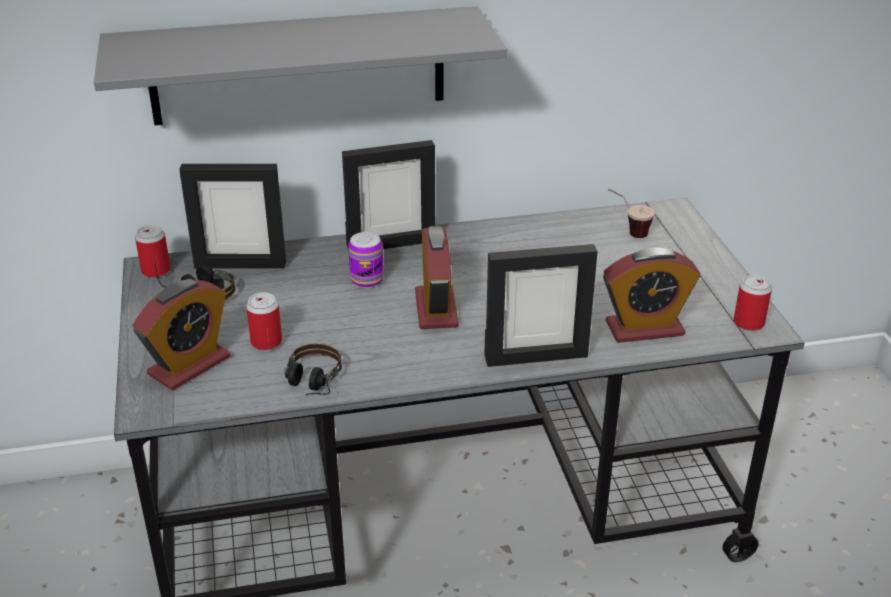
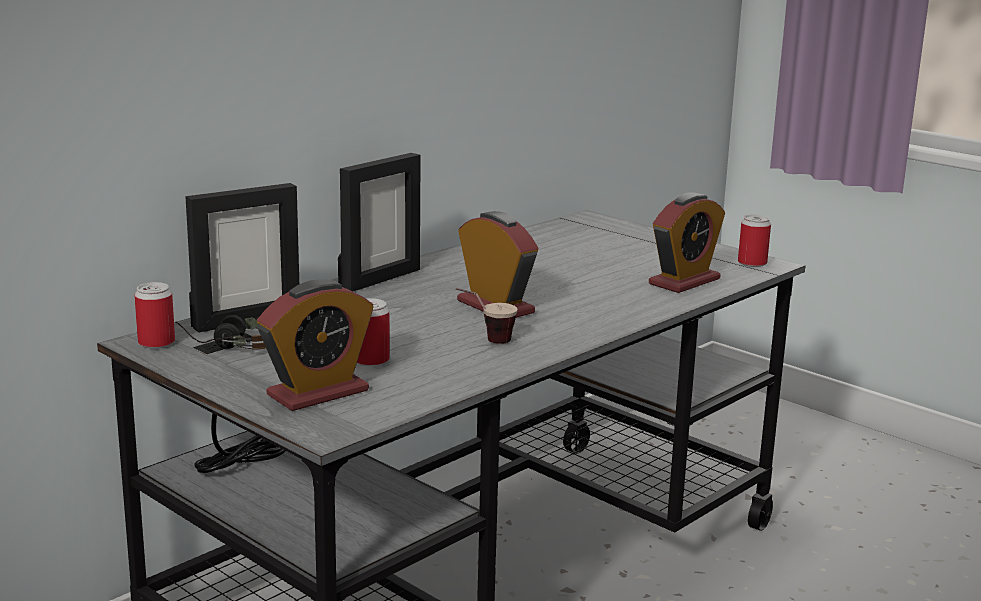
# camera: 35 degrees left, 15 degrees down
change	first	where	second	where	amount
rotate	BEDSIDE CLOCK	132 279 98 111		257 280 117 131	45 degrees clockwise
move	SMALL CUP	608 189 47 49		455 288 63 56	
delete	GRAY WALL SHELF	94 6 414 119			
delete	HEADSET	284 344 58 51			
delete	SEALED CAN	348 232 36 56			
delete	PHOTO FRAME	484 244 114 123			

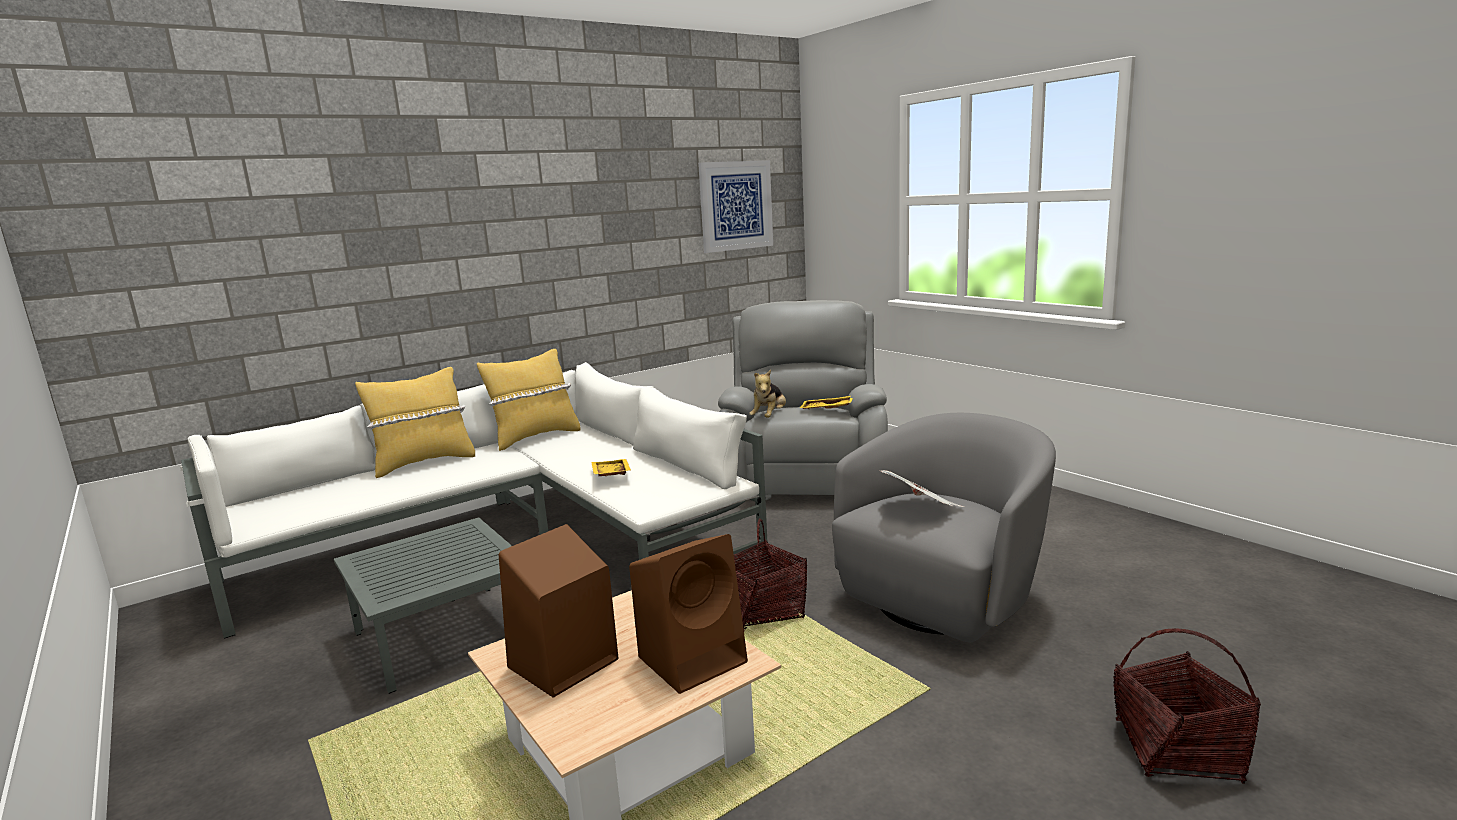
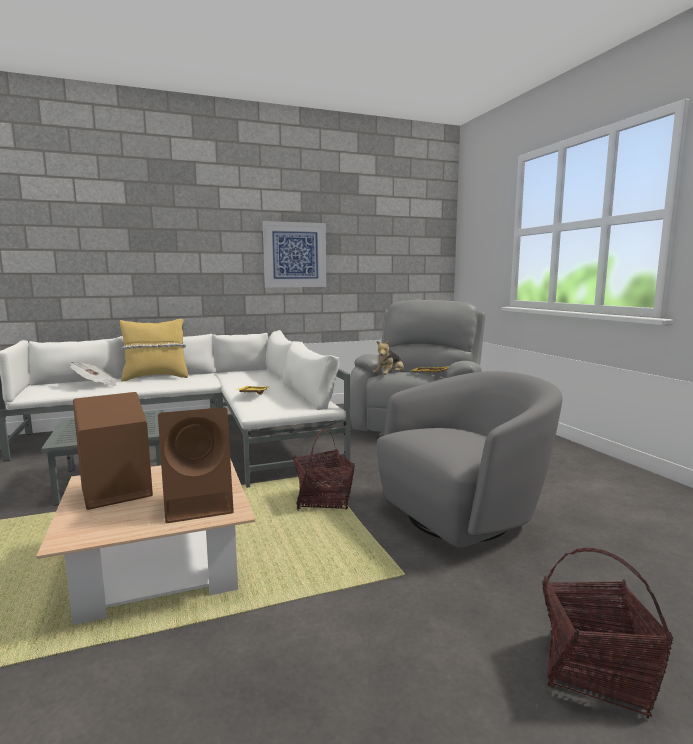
# camera: 15 degrees right, 5 degrees down
change	first	where	second	where	amount
move	PRINTED PAPER	880 470 84 37		69 361 48 25	
move	PICTURE	698 160 75 93		263 221 63 66	
delete	YELLOW-COLOURED THROW PILLOW	477 349 103 102			

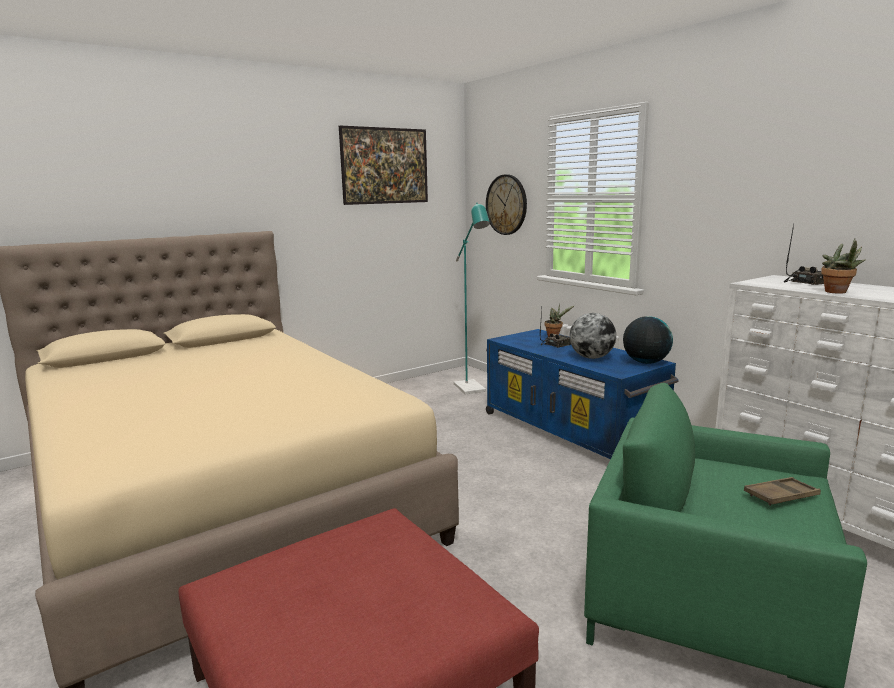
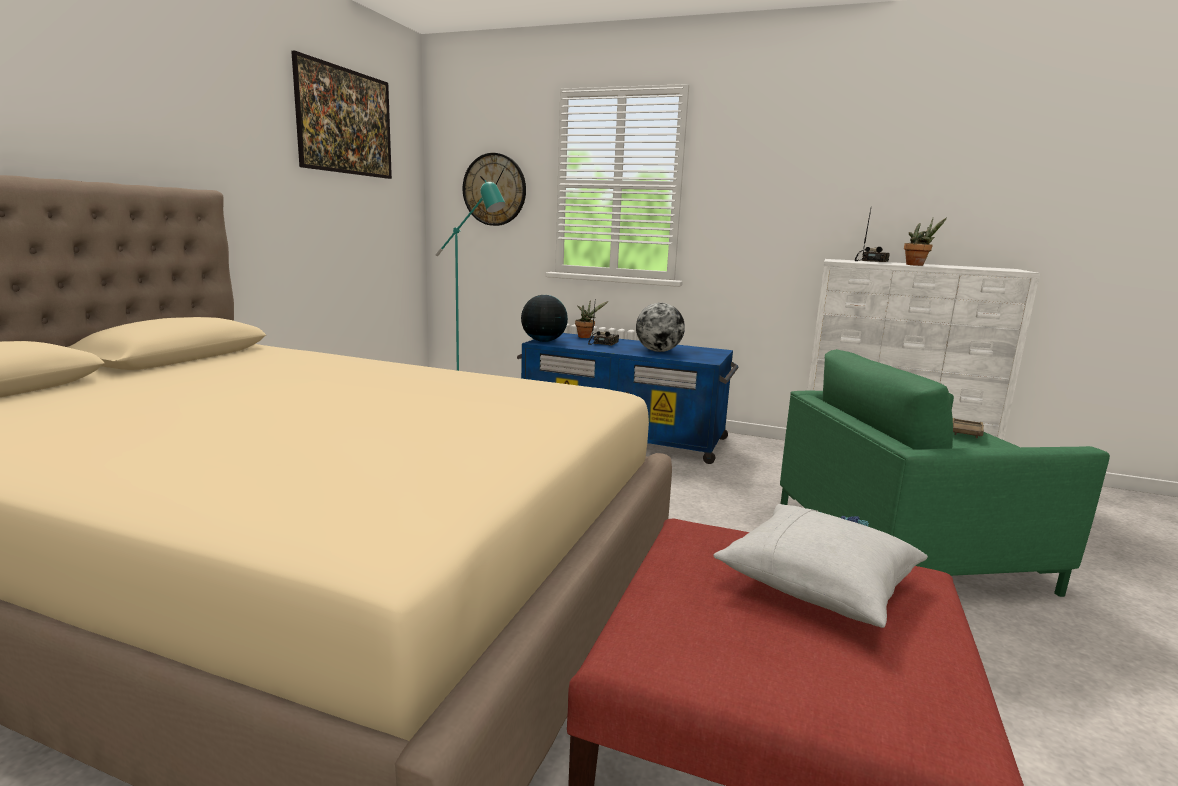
# camera: 35 degrees left, 0 degrees up
change	first	where	second	where	amount
move	DESK GLOBE	623 316 50 48		521 295 47 47	
insert			GRAY THROW PILLOW	713 504 215 124	

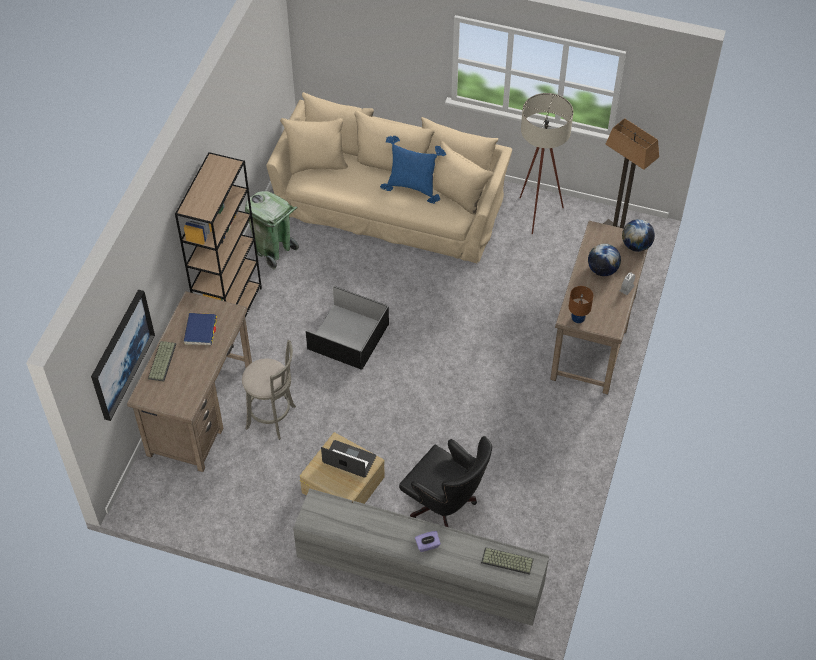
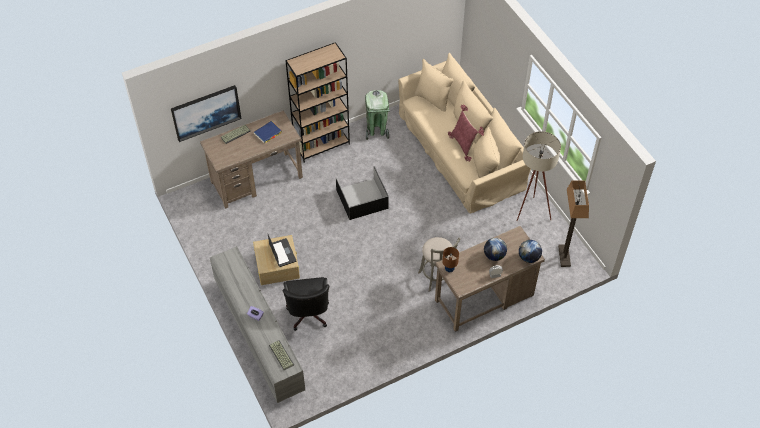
# camera: 45 degrees right, 0 degrees up
change	first	where	second	where	amount
move	GRAY STOOL SEAT	242 340 54 100		418 237 42 55	
recolor	BLUISH THROW PILLOW	380 136 66 68	RED THROW PILLOW	447 105 37 57	

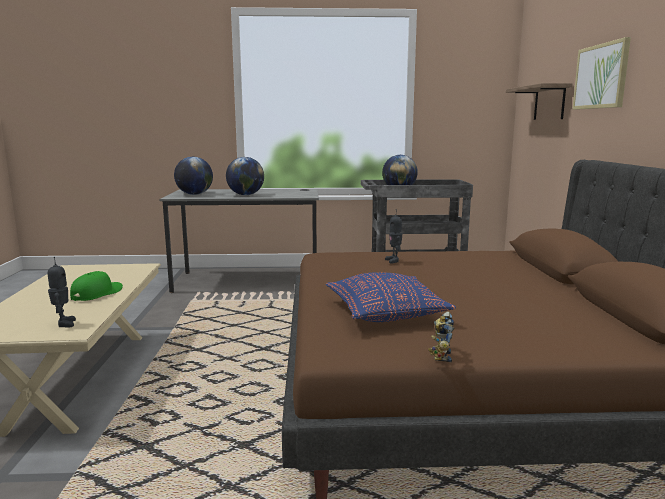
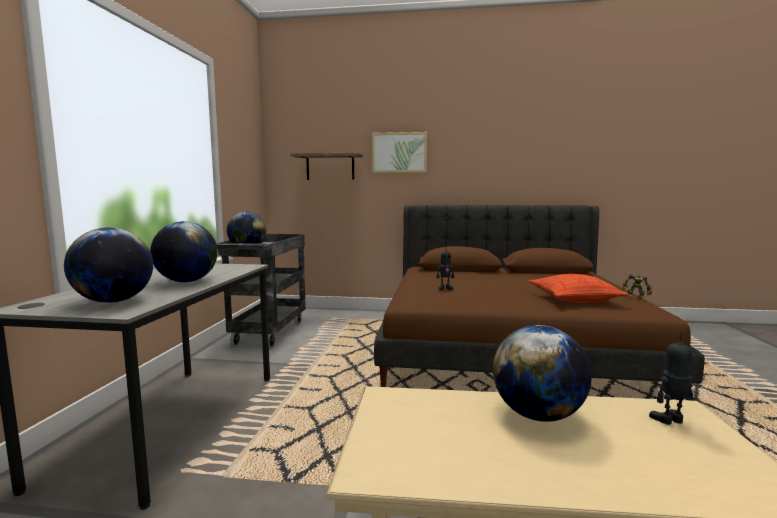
# camera: 80 degrees left, 5 degrees down
change	first	where	second	where	amount
replace	GREENISH BASEBALL CAP	70 271 53 30	DESK GLOBE	493 325 98 97	
recolor	BLUISH THROW PILLOW	326 272 130 50	ORANGE-COLOURED THROW PILLOW	529 274 100 29	

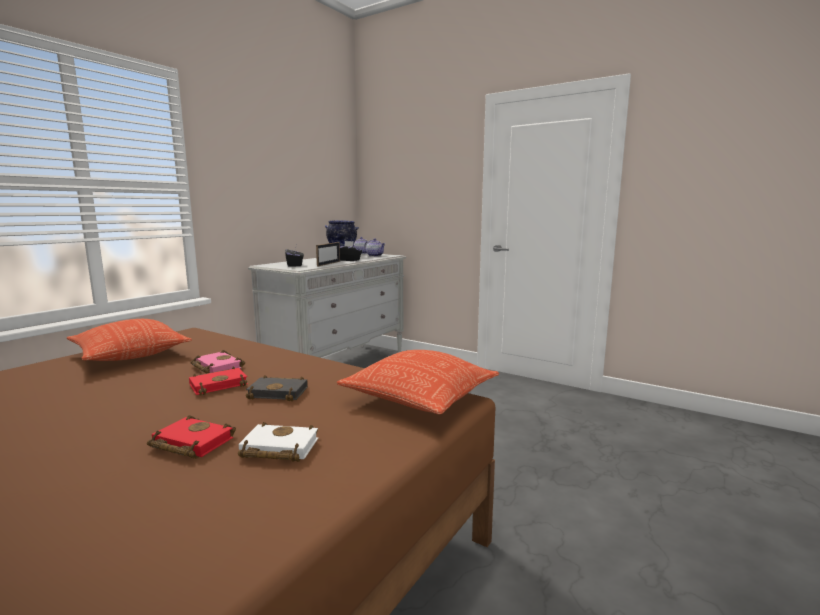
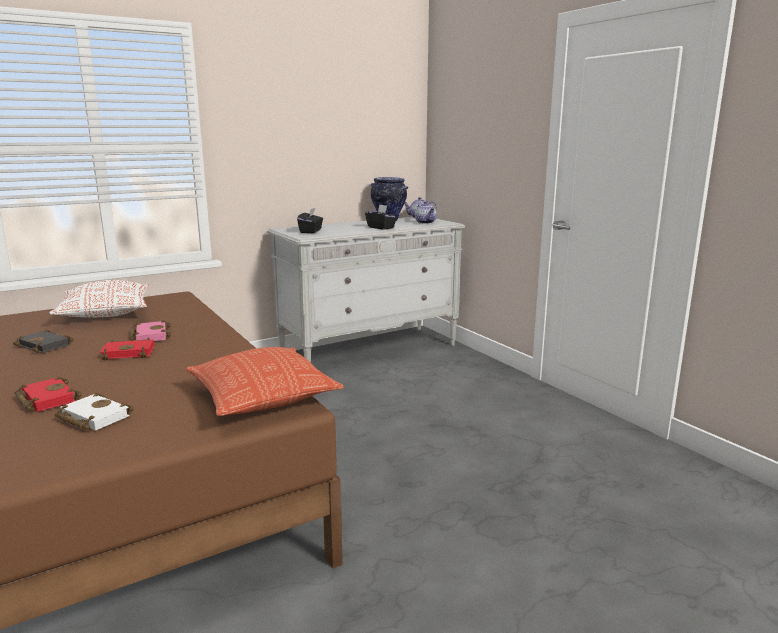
# camera: 25 degrees right, 5 degrees up
change	first	where	second	where	amount
move	BLACK BOUND BOOK	246 375 62 26		13 329 60 25	
recolor	ORANGE-COLOURED THROW PILLOW	67 319 125 42	WHITE-COLOURED THROW PILLOW	49 280 100 37	
delete	PHOTO FRAME	316 242 24 24			

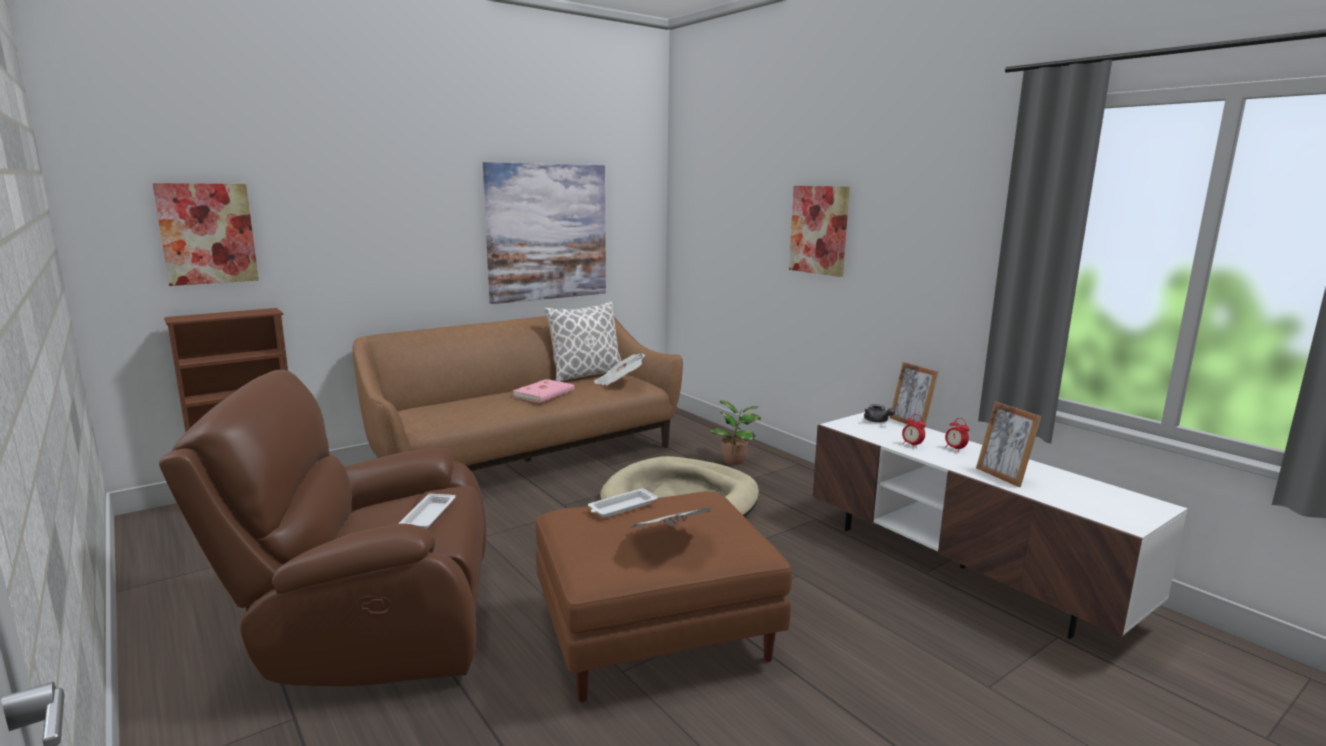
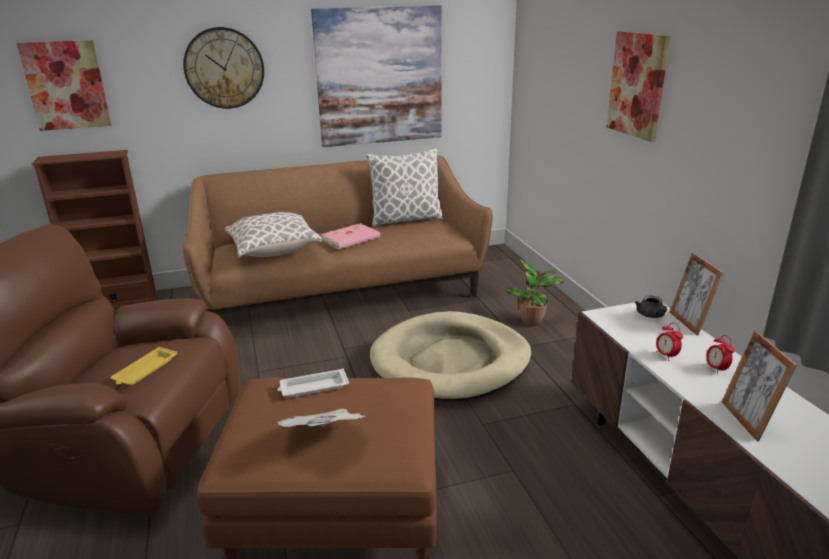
# camera: 20 degrees right, 10 degrees up
change	first	where	second	where	amount
recolor	WHITE-COLOURED SERVING TRAY	399 493 57 36	YELLOW-COLOURED SERVING TRAY	110 347 67 39	
insert			CLOCK ON THE WALL	183 27 81 82	
insert			THROW PILLOW	225 212 97 46	
delete	PRINTED PAPER	594 353 51 33			

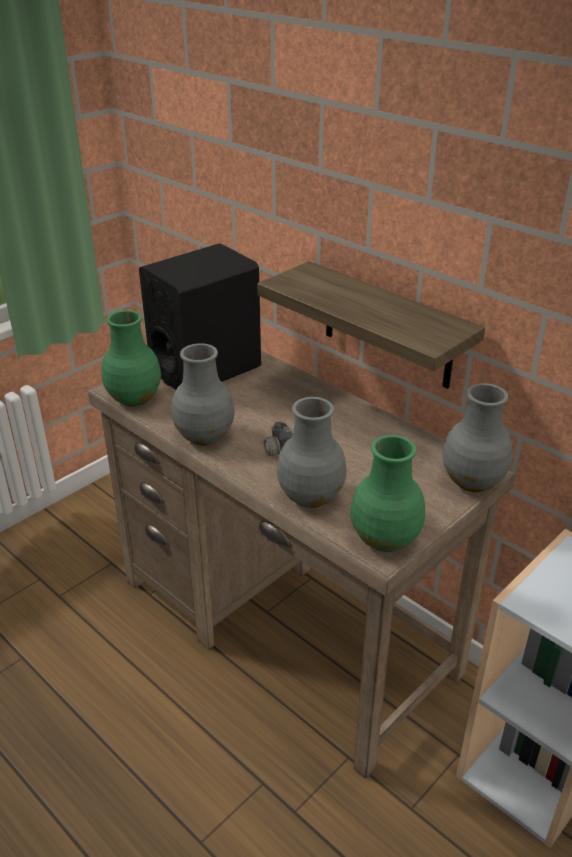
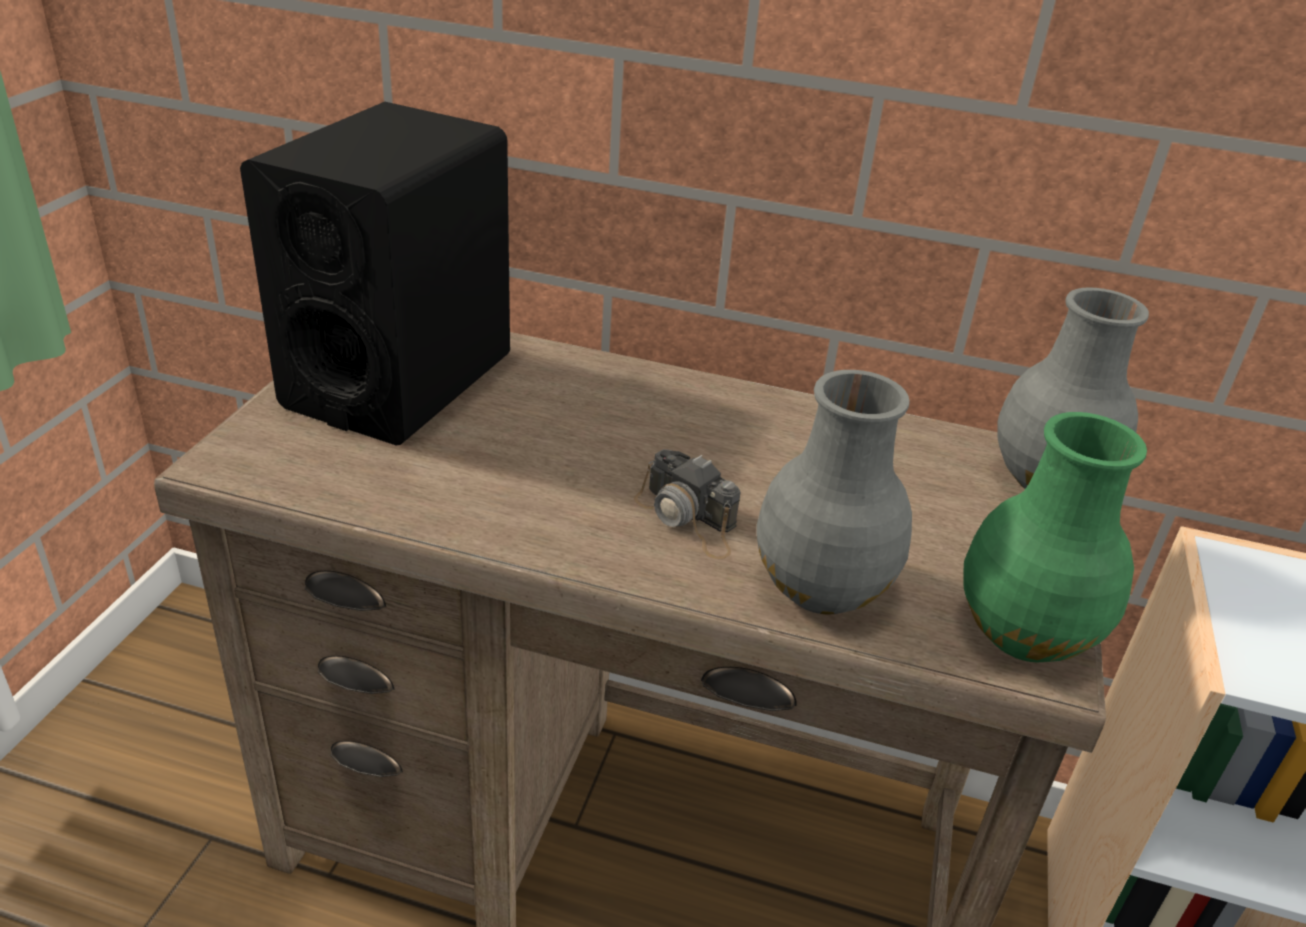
# camera: 30 degrees left, 0 degrees up
change	first	where	second	where	amount
delete	GREENISH VASE	101 310 60 97			
delete	GRAY VASE	171 343 64 103			
delete	WALL SHELF	257 261 228 128			

